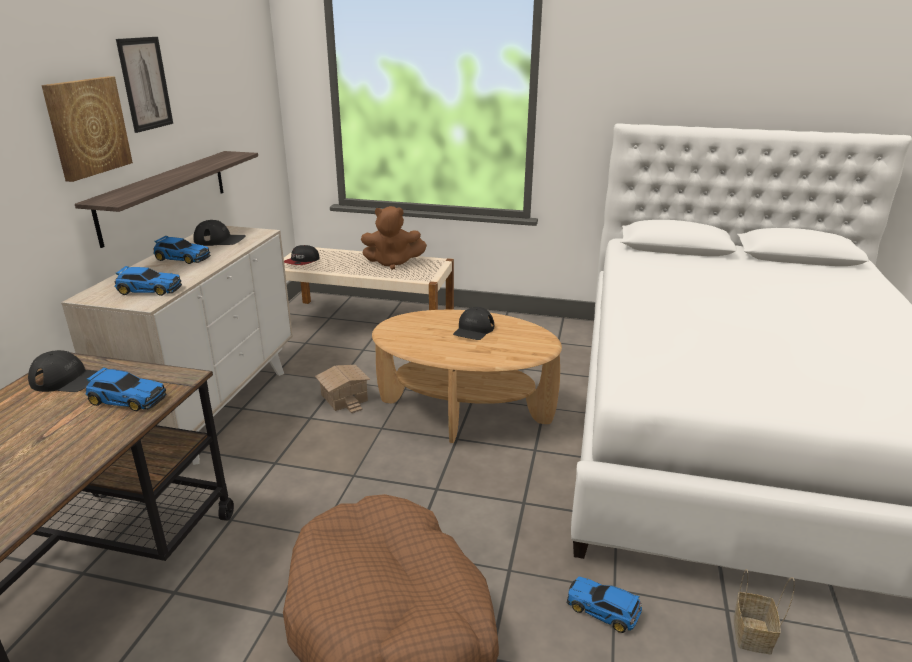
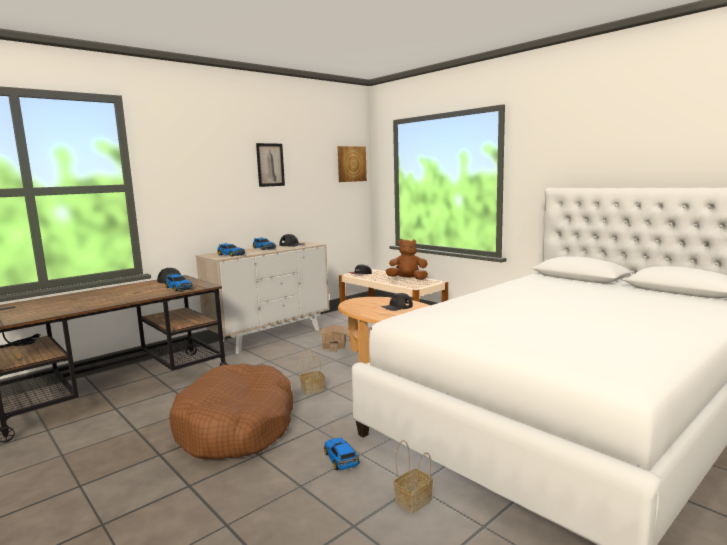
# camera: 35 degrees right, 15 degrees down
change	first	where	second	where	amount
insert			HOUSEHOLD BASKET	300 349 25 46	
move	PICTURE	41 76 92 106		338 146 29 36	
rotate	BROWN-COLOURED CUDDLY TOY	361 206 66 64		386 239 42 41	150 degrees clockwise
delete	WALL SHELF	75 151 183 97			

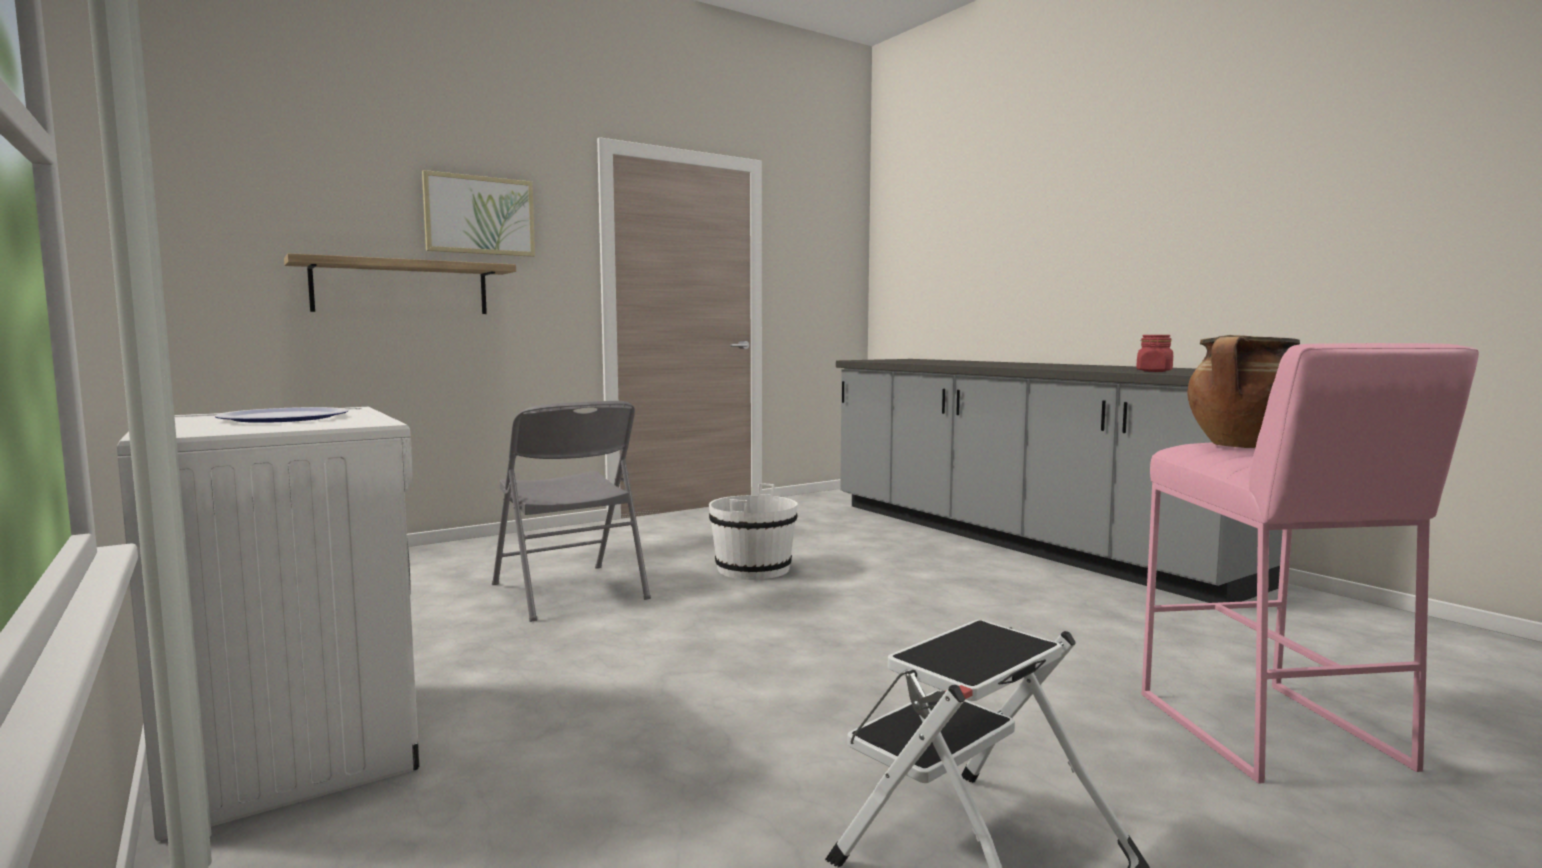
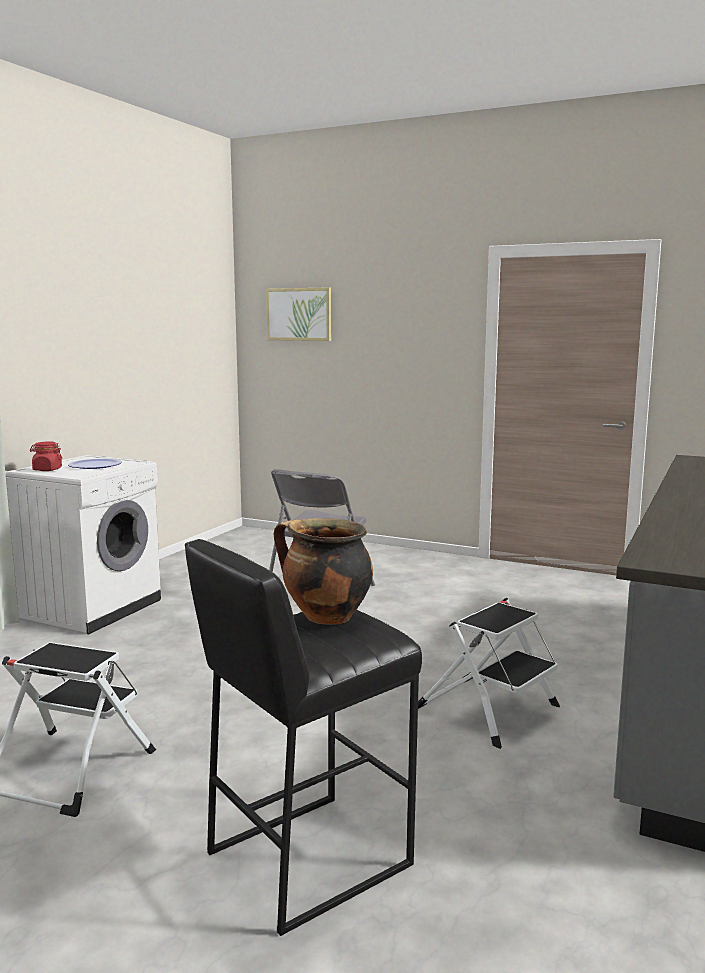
# camera: 60 degrees right, 5 degrees up
change	first	where	second	where	amount
move	RED STORAGE JAR	1136 335 37 37		30 441 33 30	
recolor	PINK-COLOURED STOOL SEAT	1142 343 337 441	BLACK STOOL SEAT	185 539 237 397	
move	PICTURE	422 170 113 87		266 287 65 54	
insert			STEP LADDER	418 598 142 151	
delete	WALL SHELF	284 253 232 61			
delete	WHITE-COLOURED BUCKET	709 483 89 97			

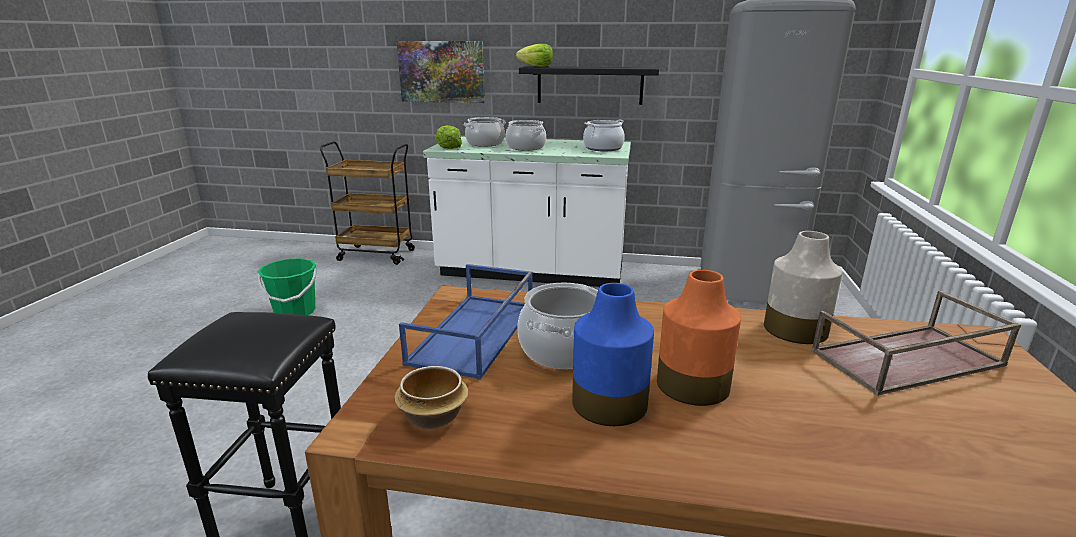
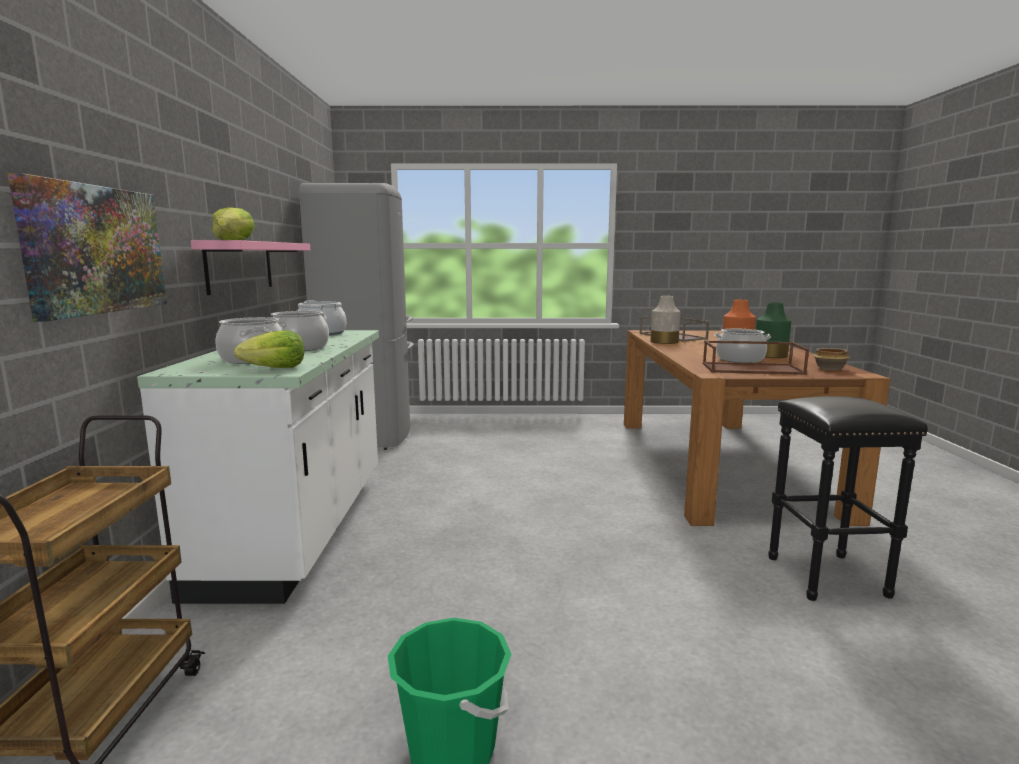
# camera: 100 degrees left, 10 degrees down
change	first	where	second	where	amount
recolor	BLACK WALL SHELF	519 66 140 39	PINK-COLOURED WALL SHELF	191 240 119 55	
recolor	BLUISH SERVING TRAY	399 264 134 116	BROWN-COLOURED SERVING TRAY	703 341 106 34	
recolor	BLUISH VASE	572 283 82 143	GREENISH VASE	756 302 35 56	

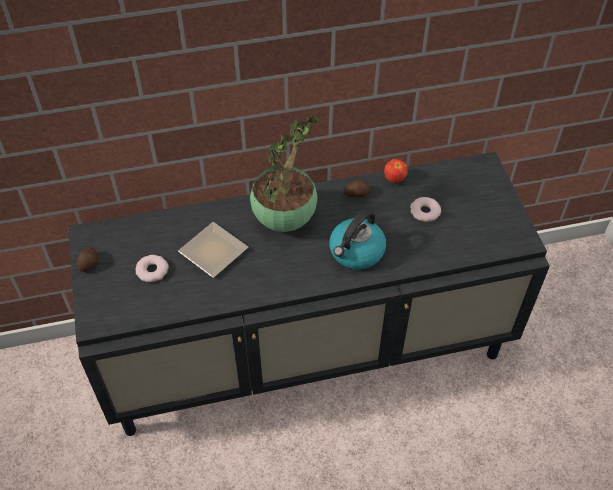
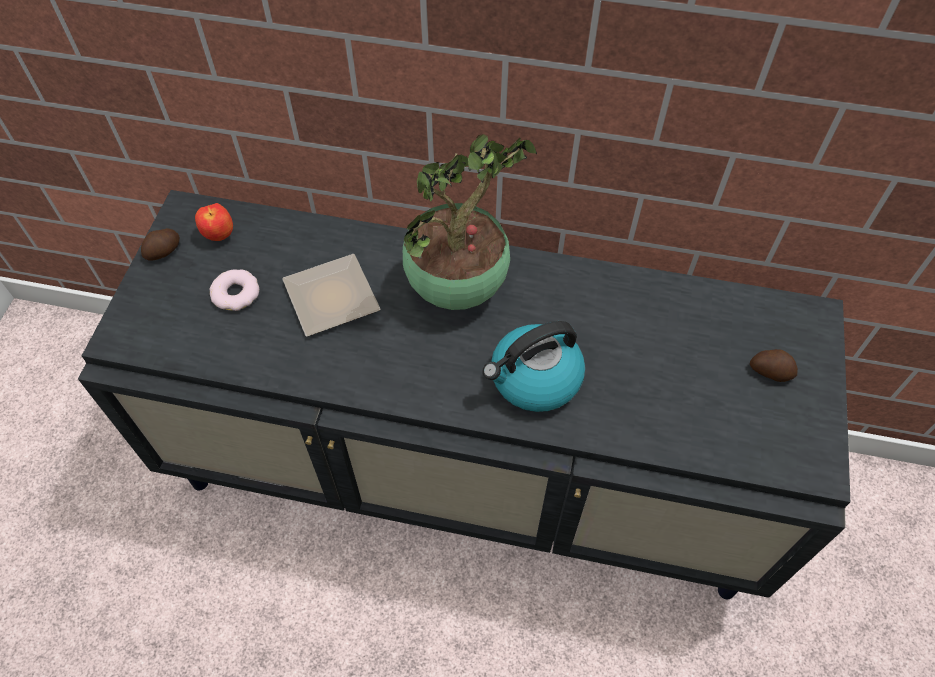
# camera: 25 degrees right, 5 degrees up
change	first	where	second	where	amount
move	APPLE	384 159 24 24		195 203 38 38	
move	SPUD	344 179 27 18		750 349 48 33	
delete	DOUGHNUT	410 197 31 25			

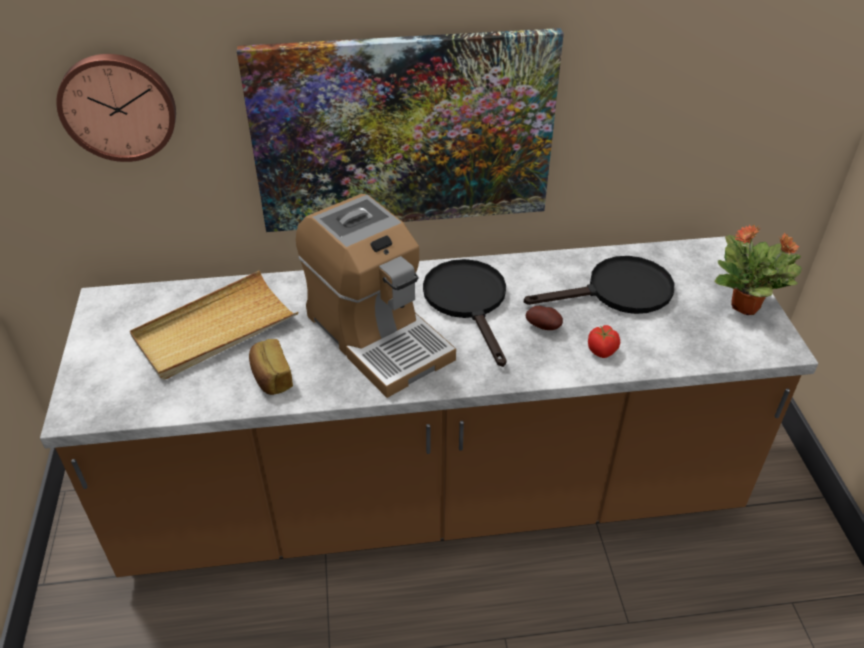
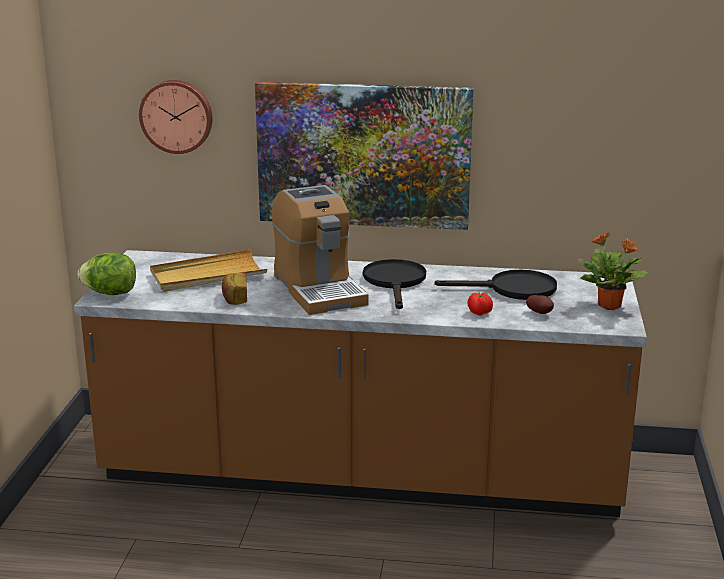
# camera: 15 degrees right, 20 degrees down
change	first	where	second	where	amount
insert			LETTUCE HEAD	78 253 58 42	
move	SPUD	526 306 37 24		526 295 28 19	

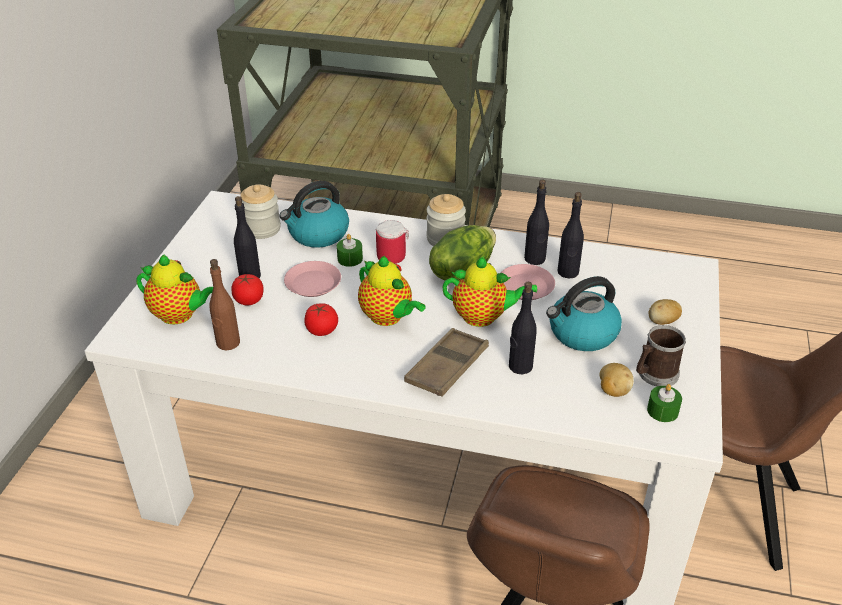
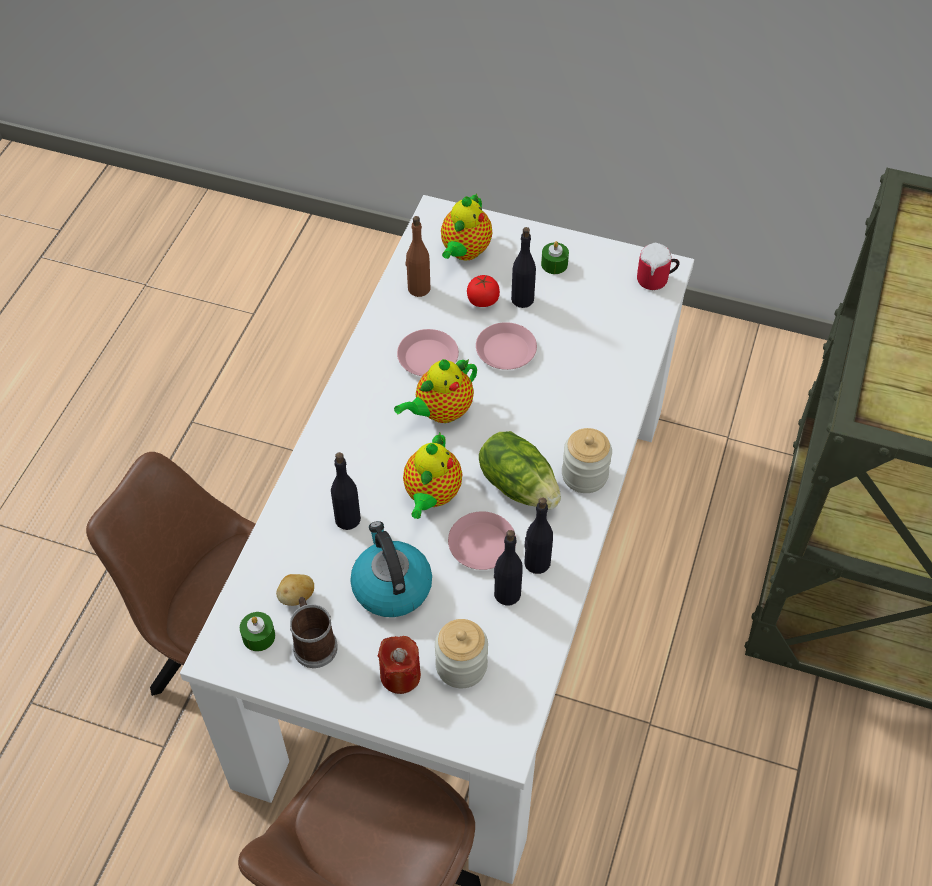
# camera: 95 degrees right, 15 degrees up
change	first	where	second	where	amount
replace	SPUD	648 299 34 26	RED WAX CANDLE	378 636 43 58	
replace	TOMATO	304 304 34 32	PINK-COLOURED PLATE	397 329 62 47	
move	STORAGE JAR	240 184 41 55		435 619 53 69	
move	GREENISH WAX CANDLE	337 234 26 33		541 241 28 33	
move	TEA MUG	376 220 33 44		637 243 43 47	
delete	TEA KETTLE	279 181 70 67			
delete	BROWN-COLOURED SERVING TRAY	404 328 85 69			

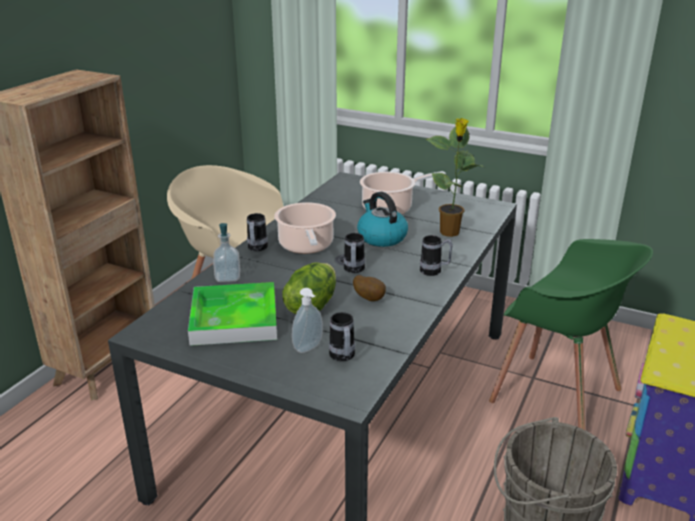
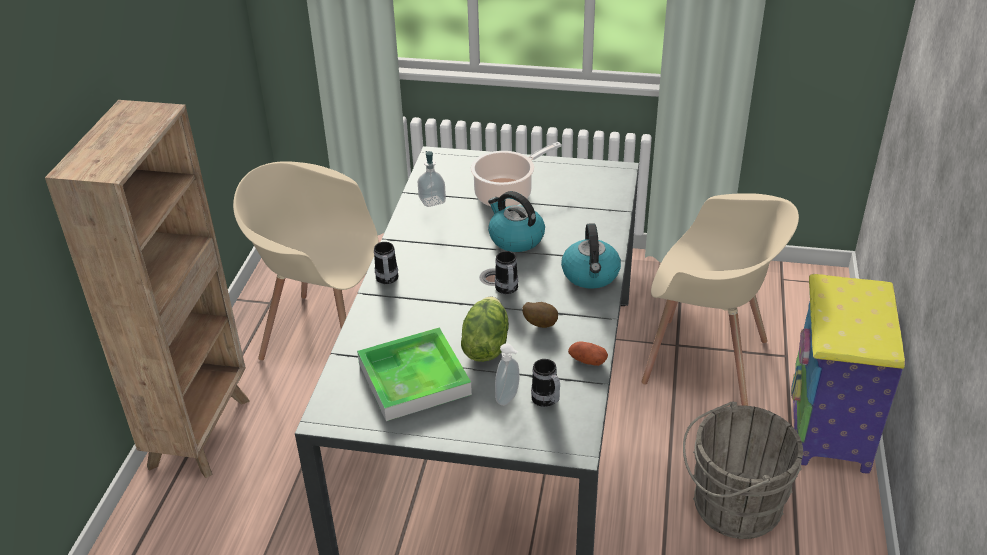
# camera: 15 degrees left, 10 degrees up
change	first	where	second	where	amount
move	SOAP DISPENSER	213 223 27 59		418 151 28 56	
replace	TEA MUG	420 235 33 41	TEA KETTLE	561 223 60 66	
insert			SPUD	568 342 40 24	
recolor	GREENISH CHAIR	489 239 164 191	SAND-COLOURED CHAIR	641 193 158 213	
delete	COOKING POT	274 202 62 52			
delete	PLANT IN A POT	426 118 58 119			

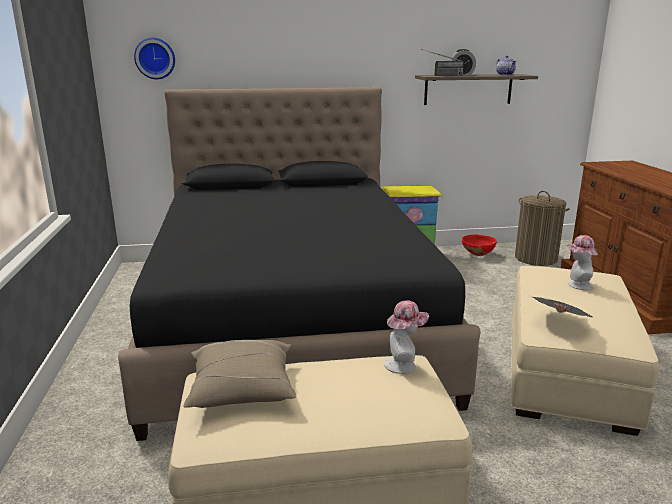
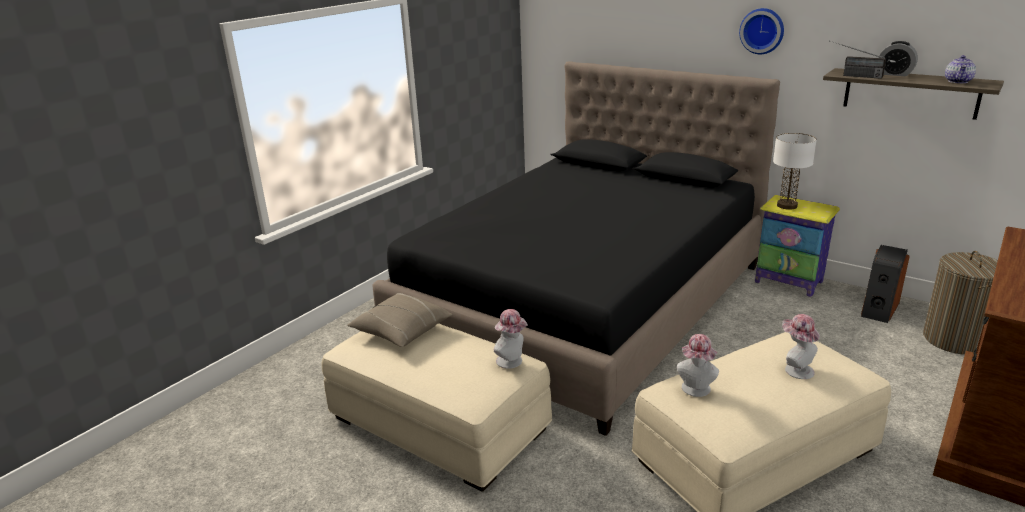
# camera: 45 degrees right, 5 degrees up
change	first	where	second	where	amount
replace	PRINTED PAPER	530 296 63 21	HAT	677 334 42 63	
move	CLOCK ON THE WALL	134 38 41 41		739 8 45 46	
insert			TABLE LAMP	773 133 44 77	
replace	RED SERVING BOWL	462 234 35 22	LOUDSPEAKER	861 245 49 78	

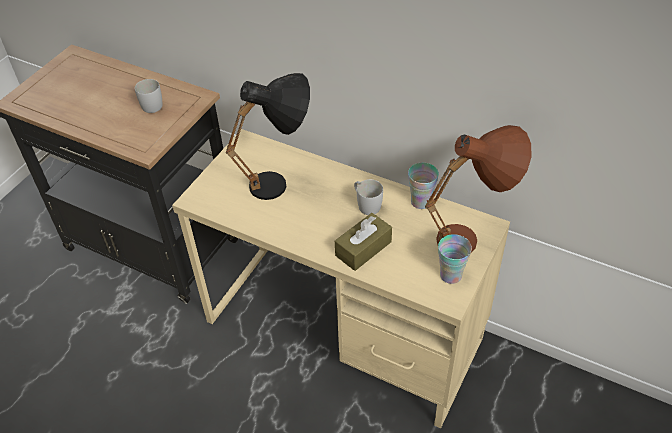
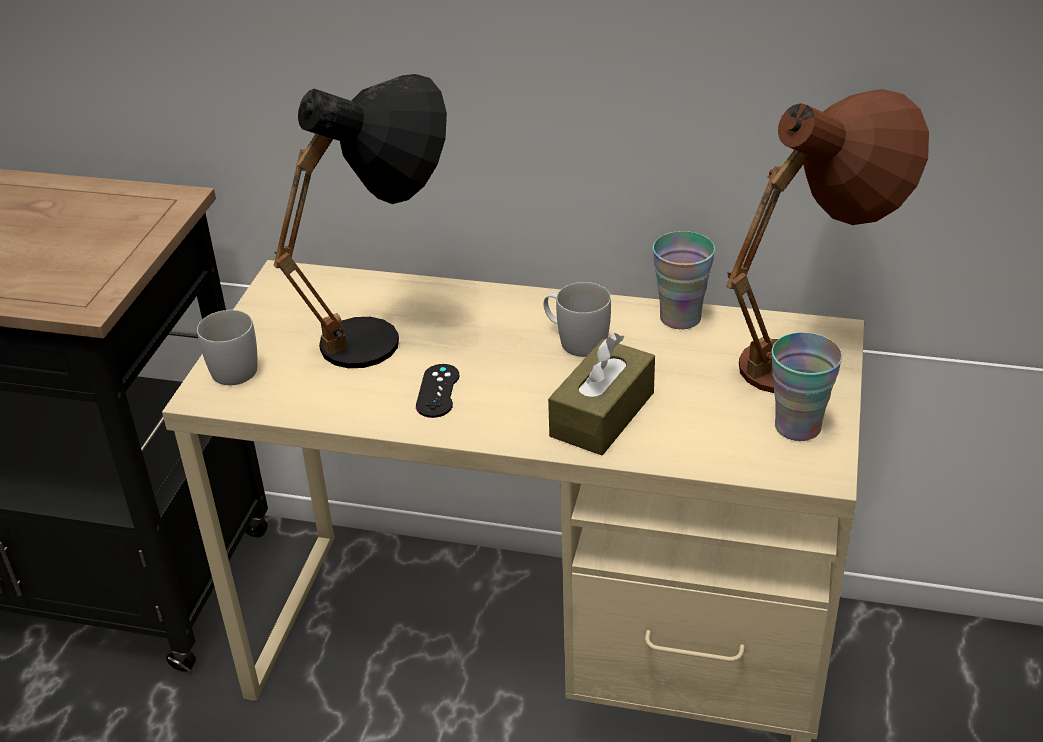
# camera: 15 degrees left, 10 degrees down
change	first	where	second	where	amount
move	WHITE-COLOURED TEA MUG	135 79 27 34		197 310 60 75	
insert			BLACK JOYPAD	416 364 44 54	

